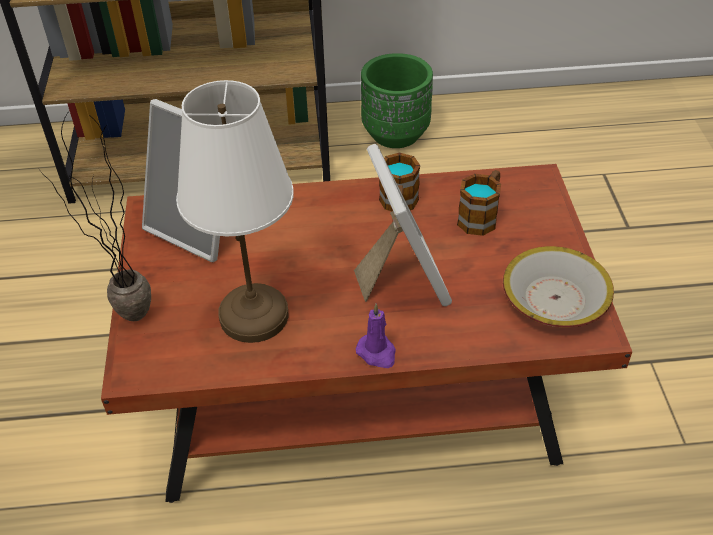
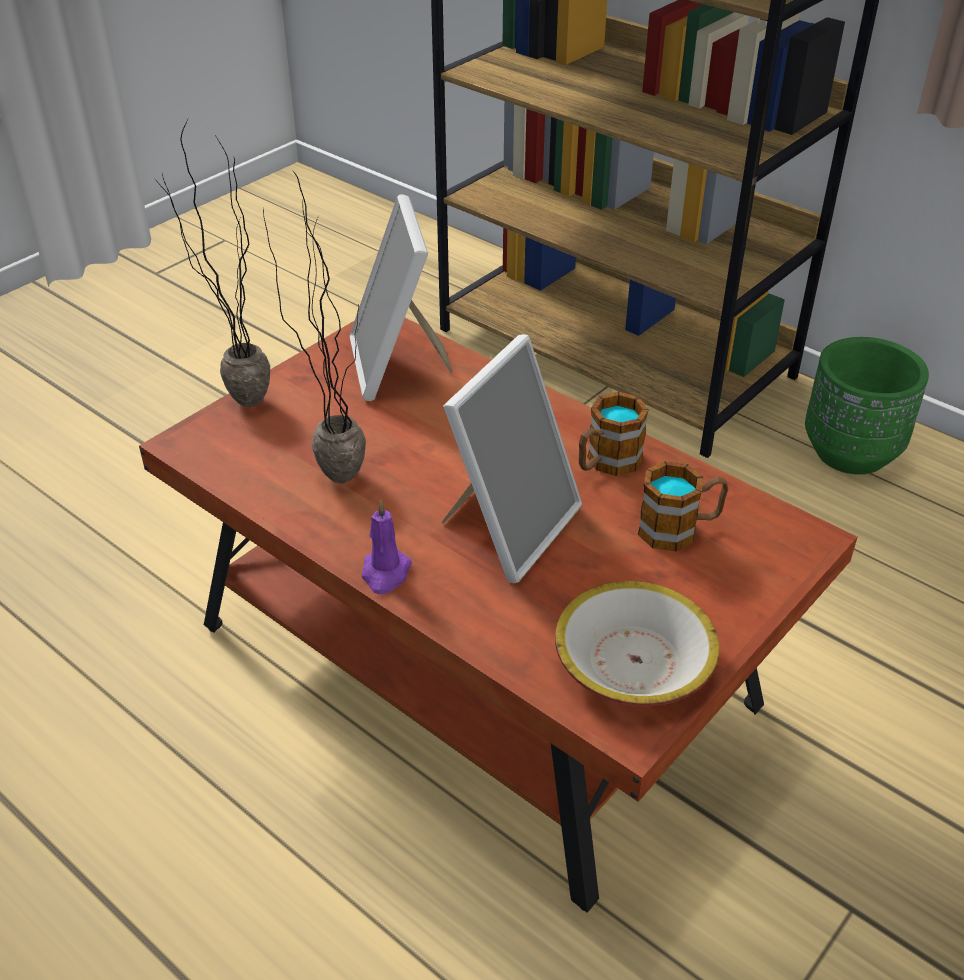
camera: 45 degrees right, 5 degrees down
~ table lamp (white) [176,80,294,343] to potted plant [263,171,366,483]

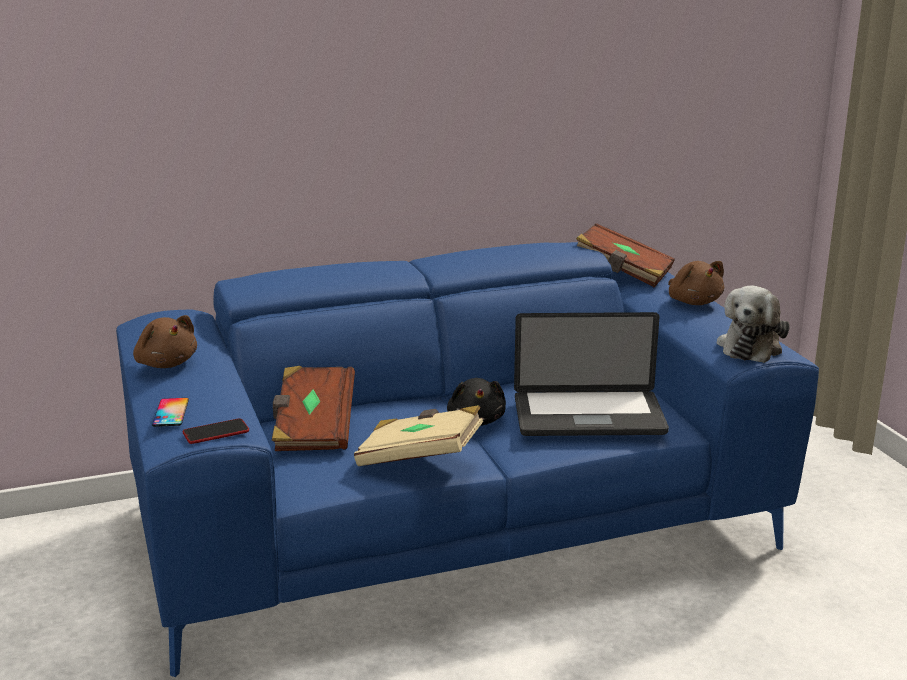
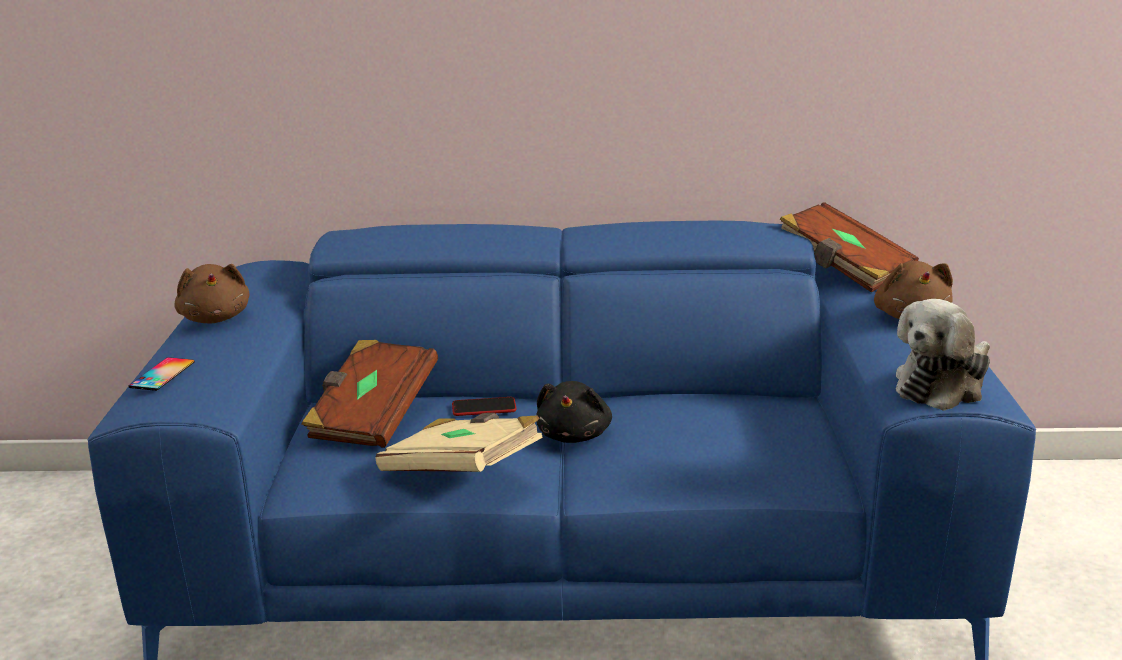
camera: 20 degrees right, 0 degrees up
- laptop [514,312,669,436]
~ phone [183,418,249,444] to [452,397,516,416]

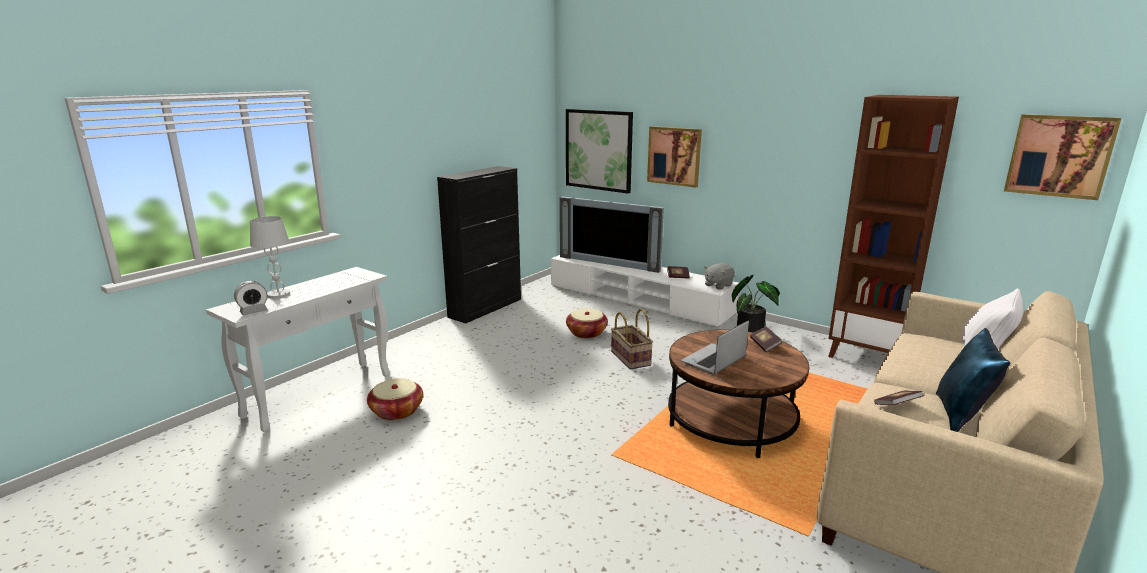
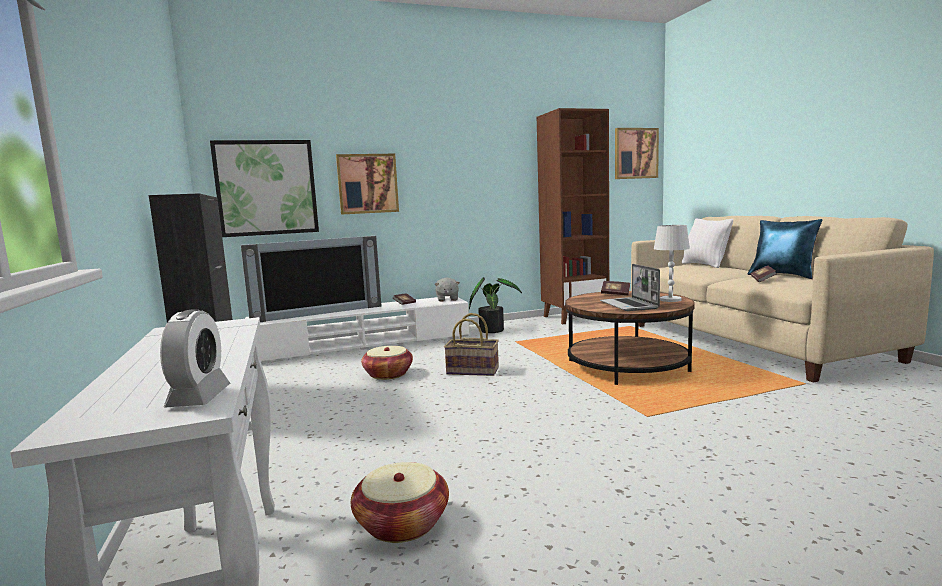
camera: 55 degrees left, 10 degrees down
~ table lamp (white) [250,216,290,299] to [654,225,690,302]

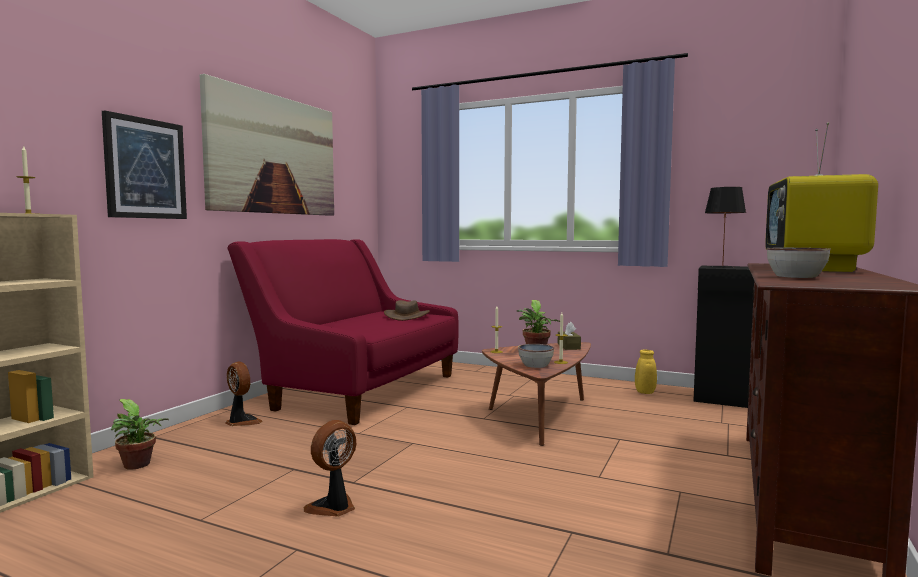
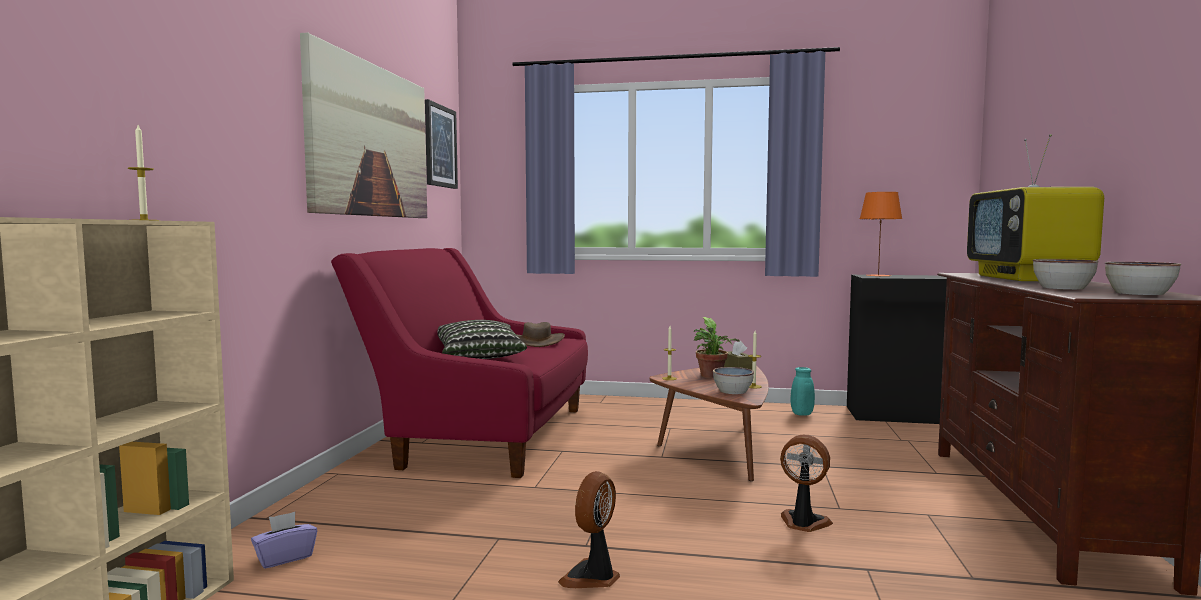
camera: 15 degrees left, 0 degrees up
+ pillow [437,320,527,359]
+ bowl [1105,262,1181,295]
~ picture [102,110,187,219] to [425,99,458,189]
~ fan [225,361,263,426] to [780,435,833,532]
~ potted plant [111,399,169,470] to tissue box (purple) [251,512,317,569]
~ vase (yellow) [635,350,657,394] to vase (turquoise) [790,367,815,416]
~ table lamp (black) [705,187,746,267] to table lamp (orange) [860,192,902,277]

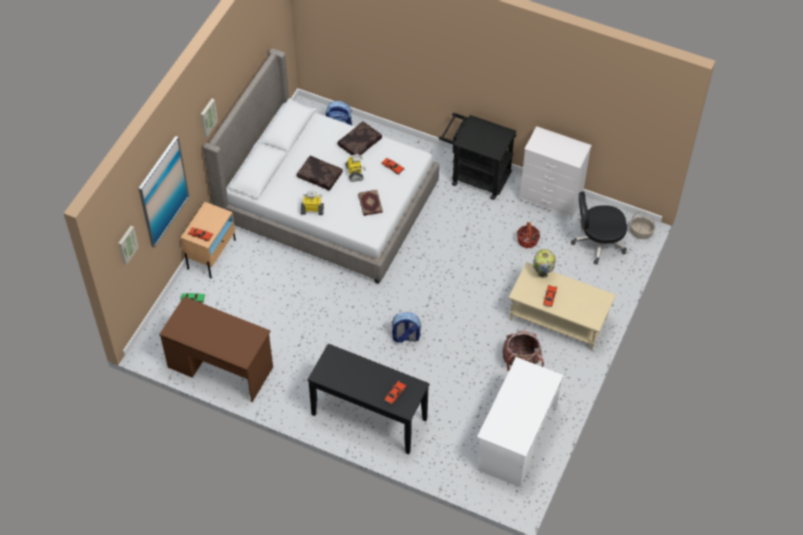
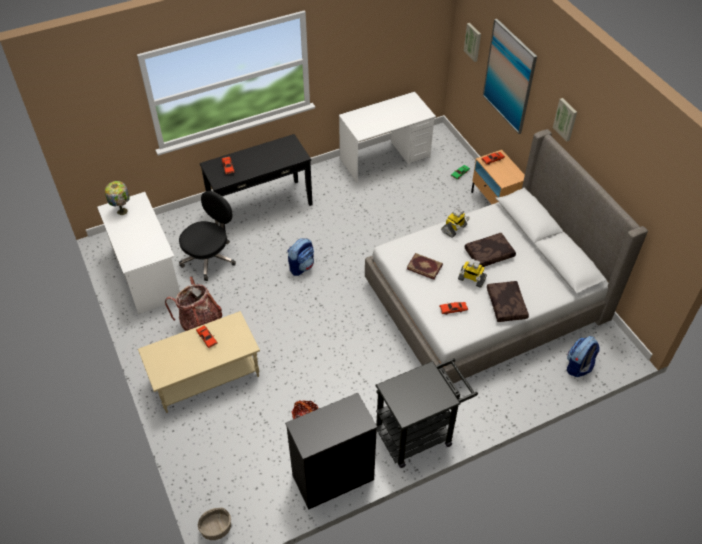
camera: 130 degrees right, 5 degrees down
~ table lamp [533,249,556,278] to [105,181,130,215]
~ office chair (black) [571,192,627,265] to [179,191,236,281]
~ desk (brown) [159,296,273,402] to desk (white) [339,92,436,182]
~ dresser (white) [519,126,592,220] to dresser (black) [285,393,377,510]

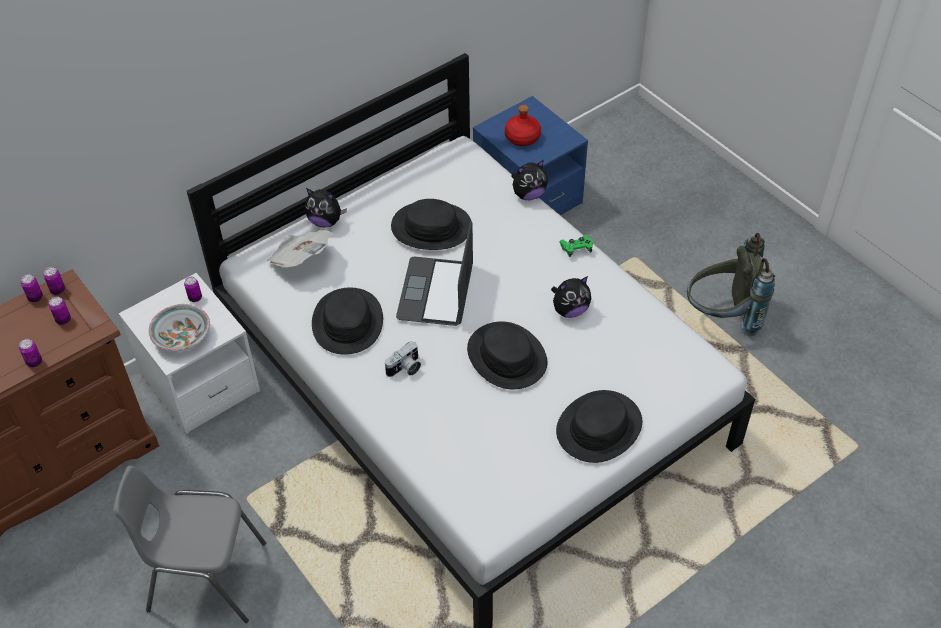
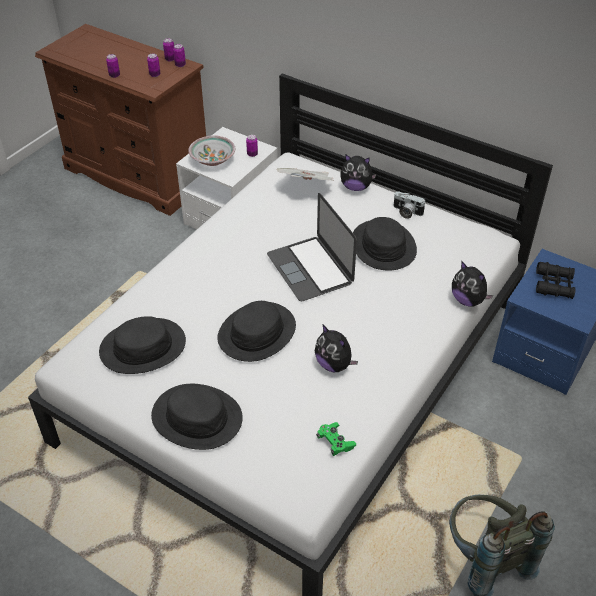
camera: 70 degrees right, 5 degrees down
- chair (grey) [113,466,266,623]
~ hat (black) [312,288,383,355] to [99,316,186,374]
~ photo camera [385,341,421,377] to [393,191,426,219]
~ game controller (green) [559,235,593,257] to [316,422,356,456]
~ bottle (red) [505,105,541,146] to binoculars (black) [536,262,576,299]
~ plush toy [305,188,347,228] = [340,154,376,191] 75 degrees counterclockwise
~ laptop [396,221,473,326] = [267,193,357,301] 105 degrees counterclockwise

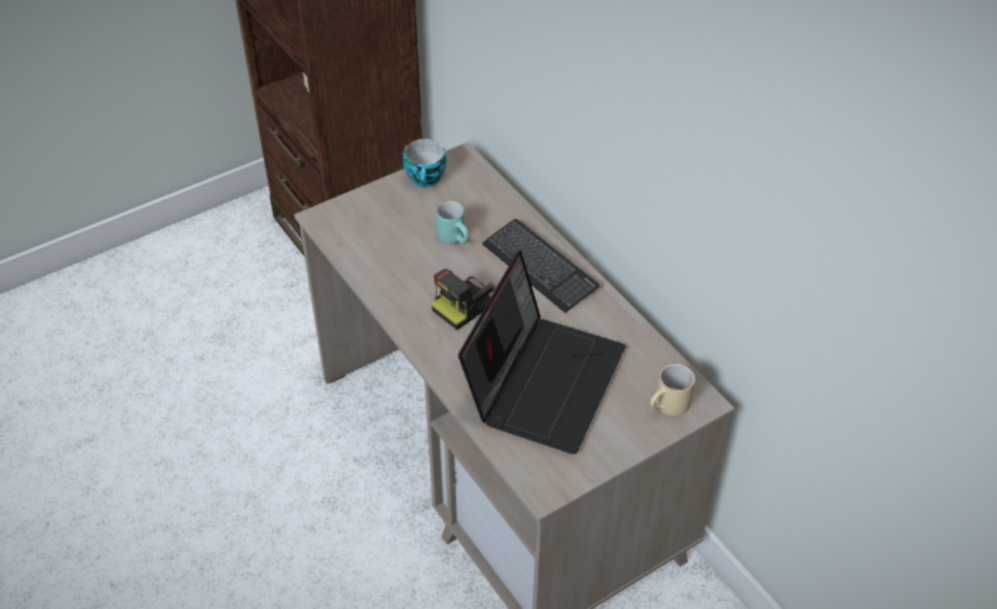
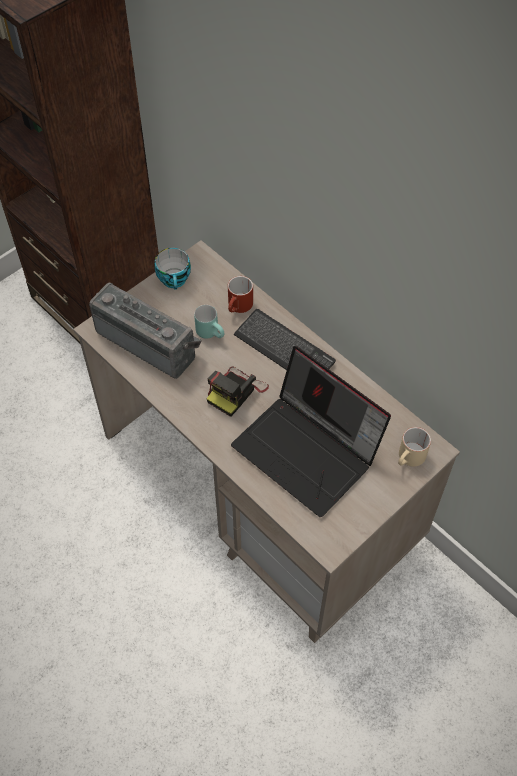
camera: 10 degrees left, 10 degrees up
+ radio [89,283,202,379]
+ mug (red) [228,276,253,313]
~ laptop [458,250,626,454] = [231,346,391,517] 120 degrees clockwise

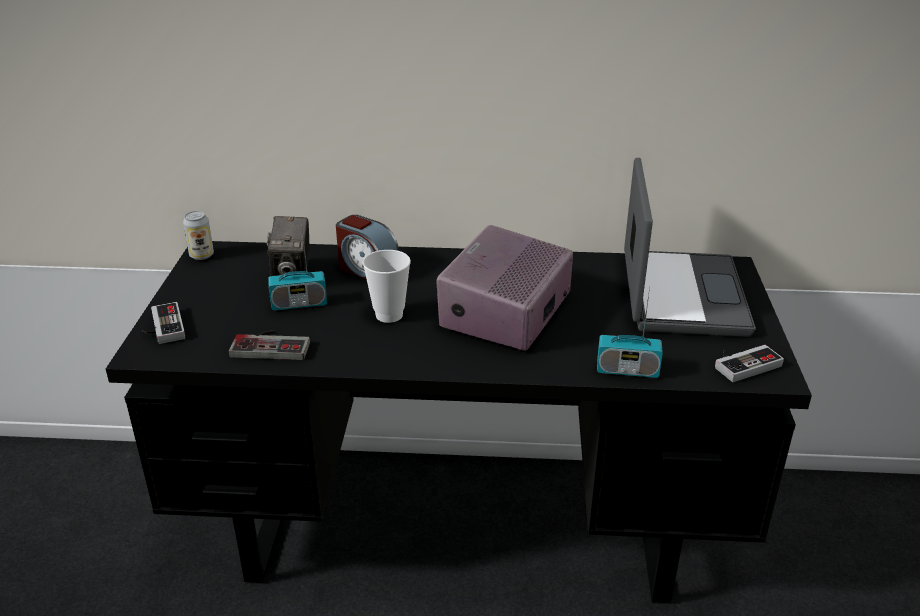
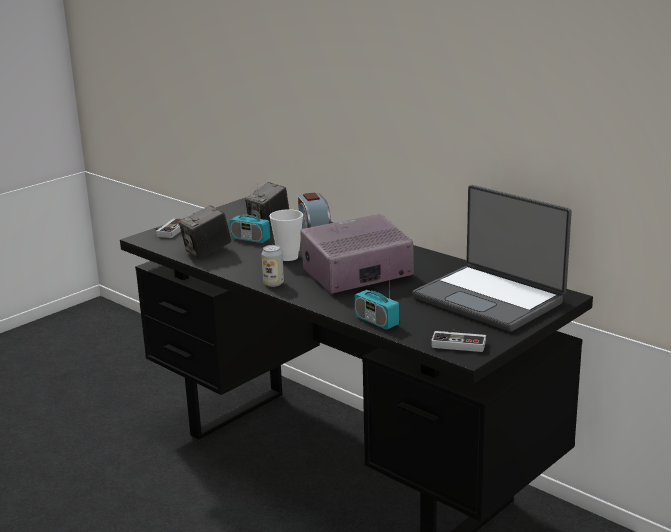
camera: 40 degrees right, 10 degrees down
~ can [183,211,214,260] to [261,245,284,287]
~ game controller [229,330,310,360] to photo camera [179,205,231,259]
~ laptop [624,158,756,337] = [412,185,572,332] 90 degrees clockwise

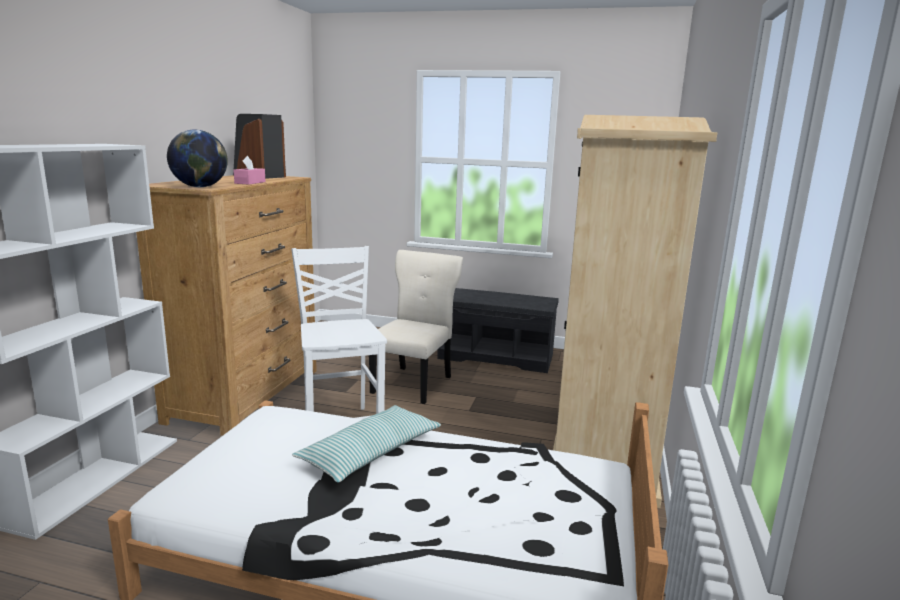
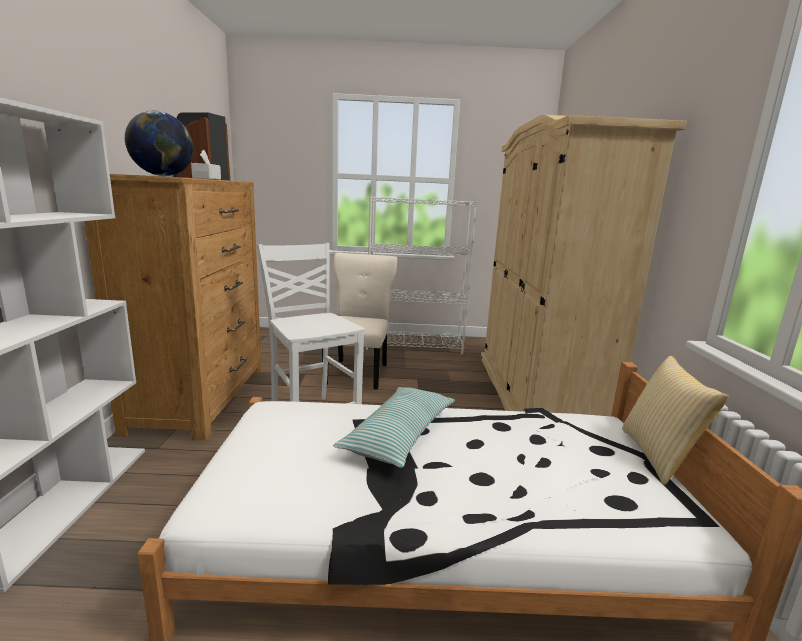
camera: 15 degrees left, 0 degrees up
+ pillow [622,356,729,485]
~ bench (grey) [437,288,559,373] to bookcase (white) [366,196,477,354]
~ tissue box (pink) [233,156,266,185] to tissue box (white) [191,150,221,180]

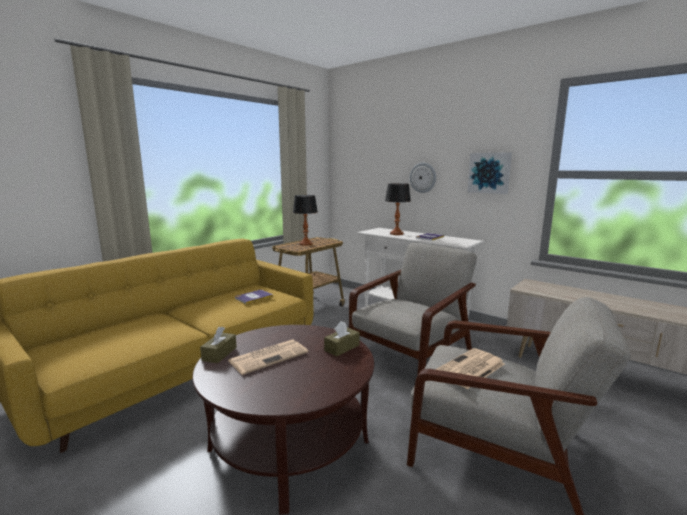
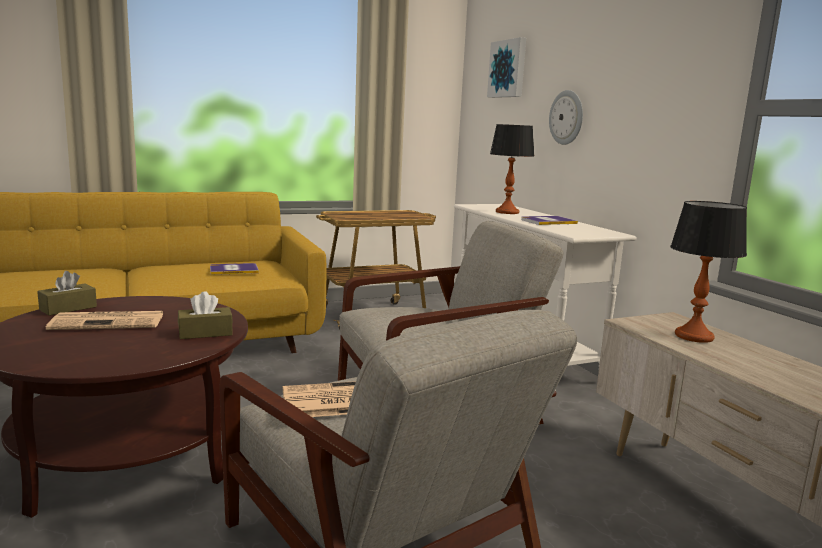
camera: 25 degrees right, 0 degrees up
~ table lamp [293,195,318,246] to [670,201,747,343]
~ picture [467,152,512,194] to [487,37,526,98]

